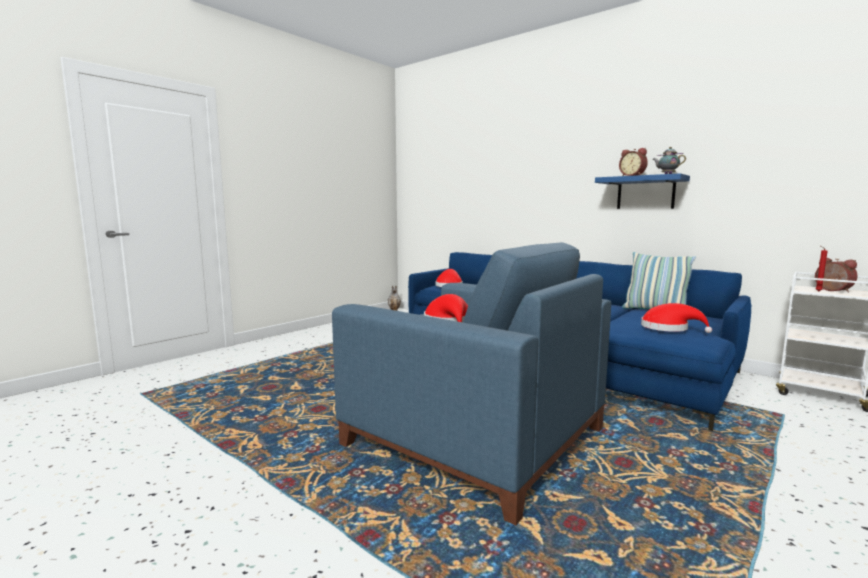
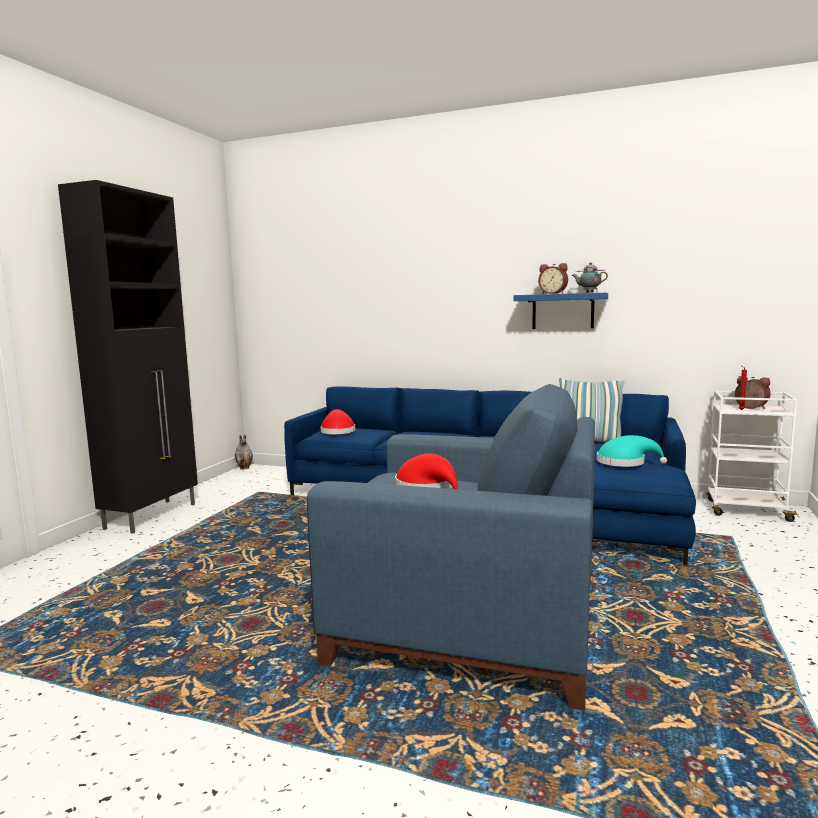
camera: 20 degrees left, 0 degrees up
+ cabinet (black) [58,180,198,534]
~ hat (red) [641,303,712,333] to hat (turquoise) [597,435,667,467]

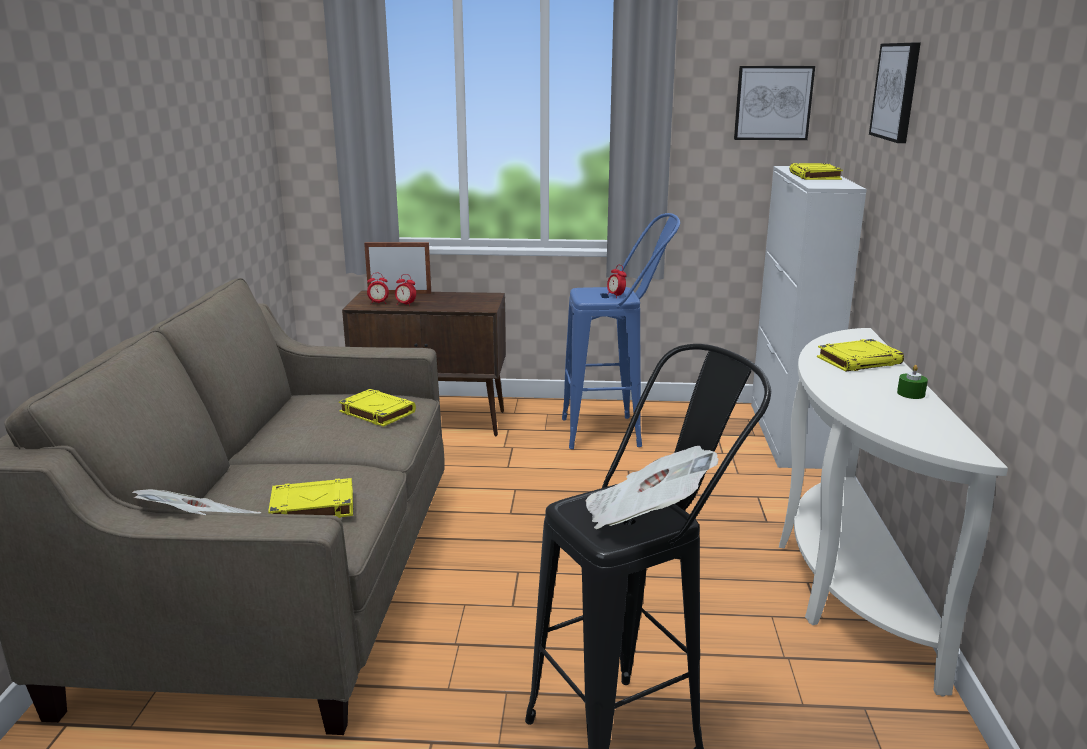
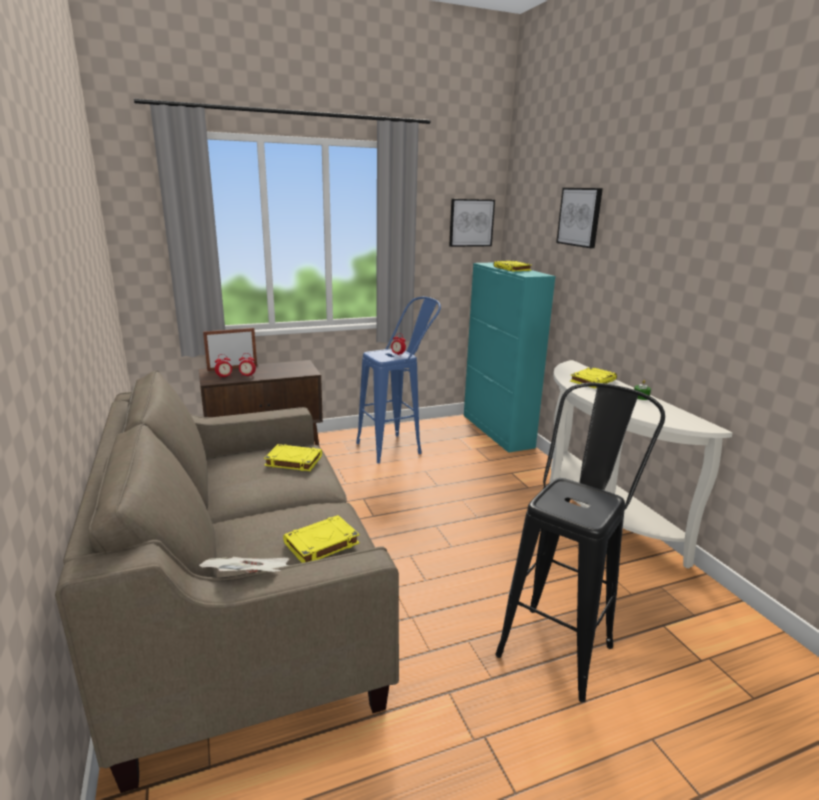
camera: 25 degrees left, 0 degrees up
- newspaper [585,446,718,529]
~ cabinet (white) [751,166,867,469] to cabinet (turquoise) [464,262,556,453]

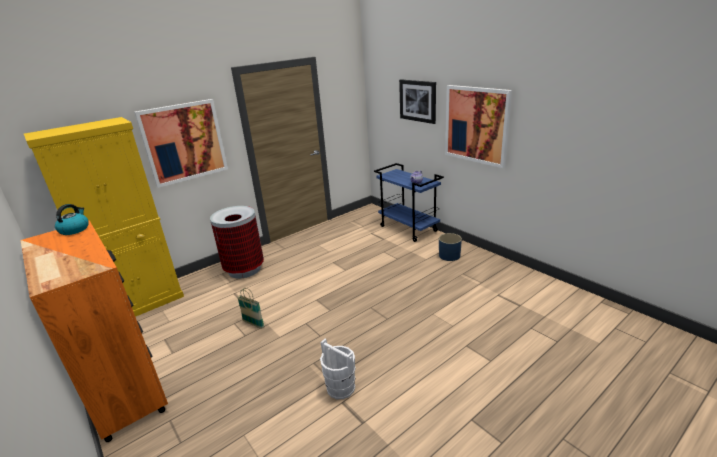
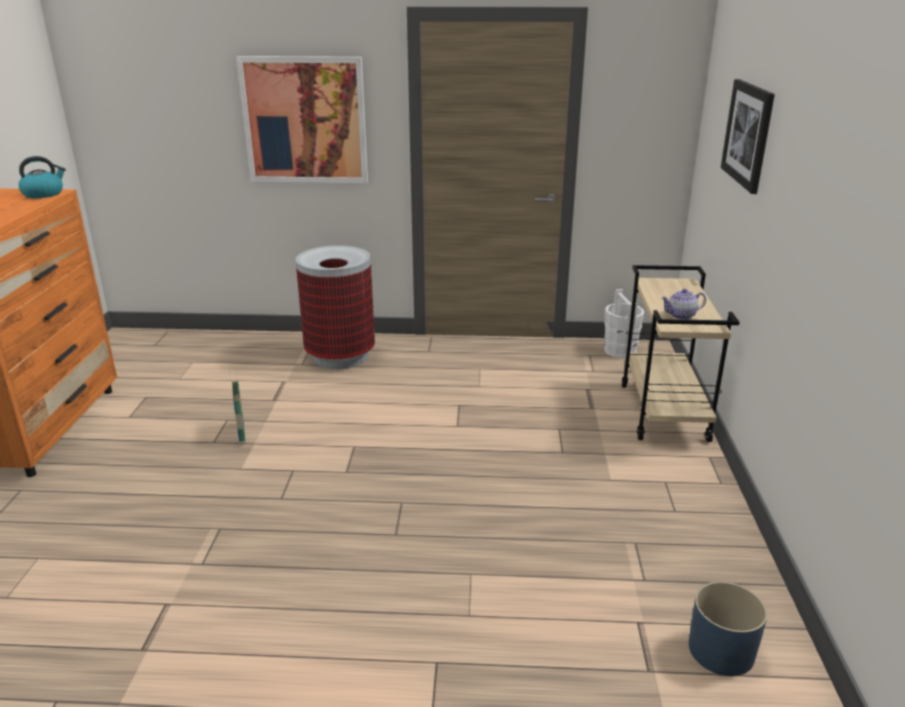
camera: 40 degrees right, 0 degrees up
- cabinet (yellow) [24,117,184,317]
- picture [445,85,512,168]
~ bucket (white) [320,339,355,399] to [604,289,644,358]
~ planter (blue) [439,233,462,261] to [689,582,767,676]
~ cart (blue) [374,163,444,242] to cart (beige) [622,265,740,442]

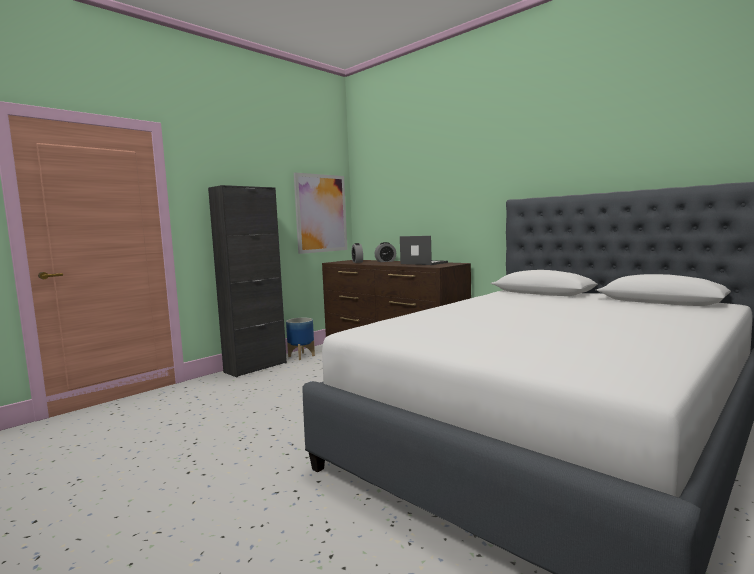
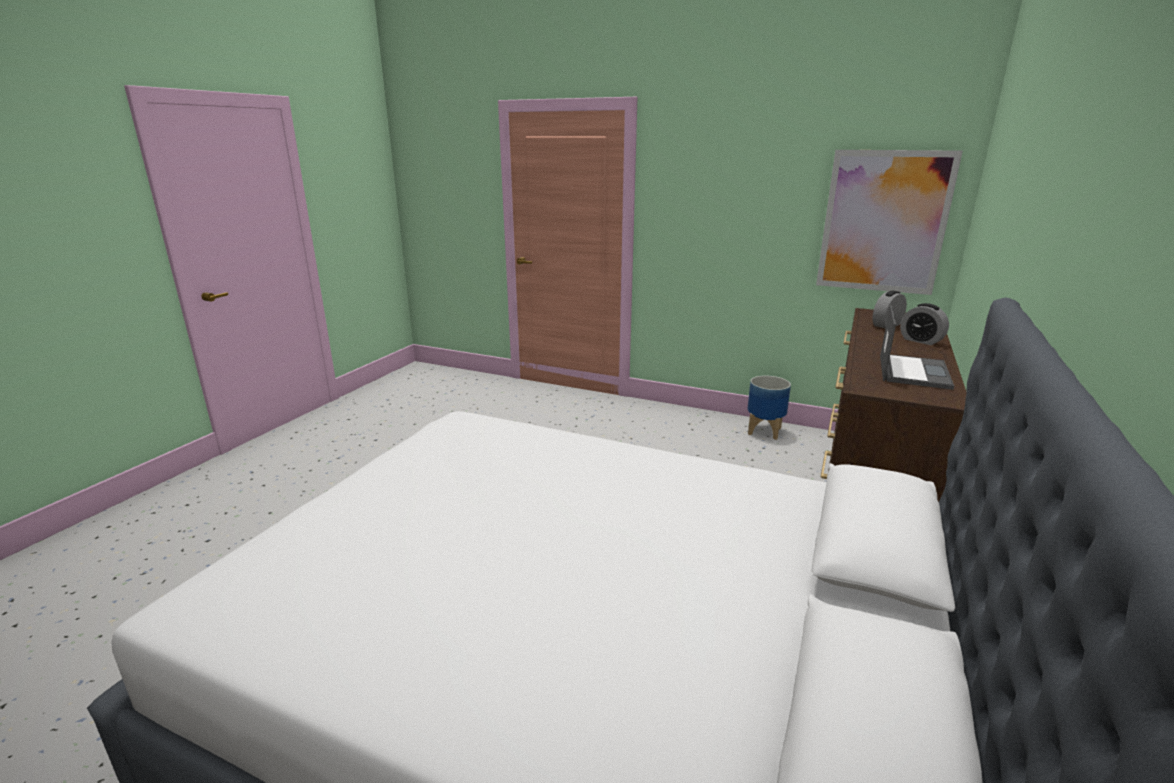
camera: 70 degrees right, 15 degrees up
- cabinet (black) [208,185,287,377]

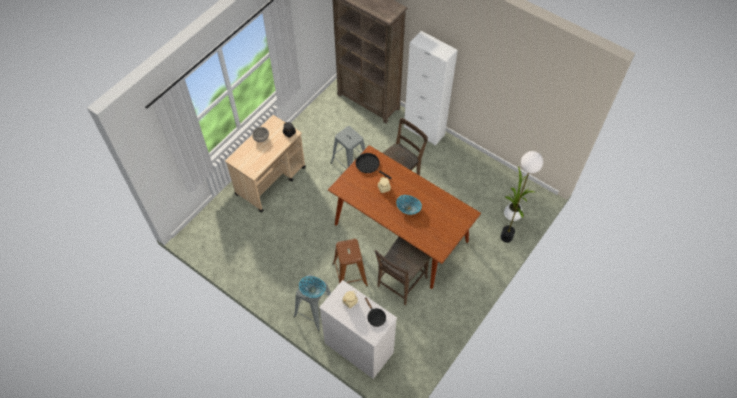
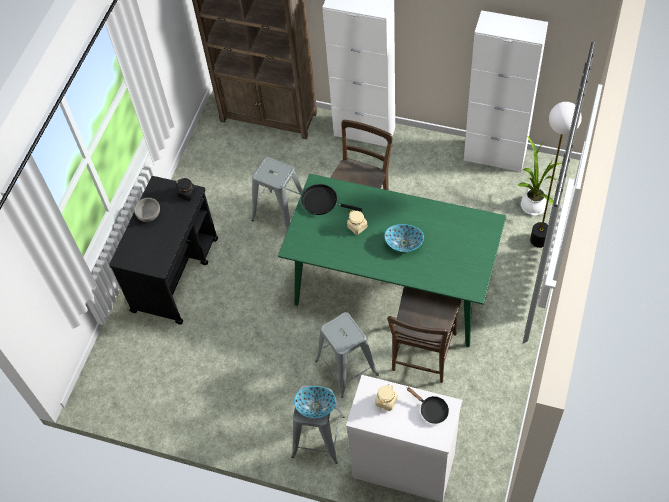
camera: 15 degrees left, 0 degrees up
+ cabinet (white) [464,10,548,172]
~ cart (beige) [225,115,306,212] to cart (black) [109,176,218,325]
~ dining table (brown) [328,145,481,289] to dining table (green) [278,174,506,347]
~ stool (brown) [333,239,368,286] to stool (grey) [315,312,379,398]

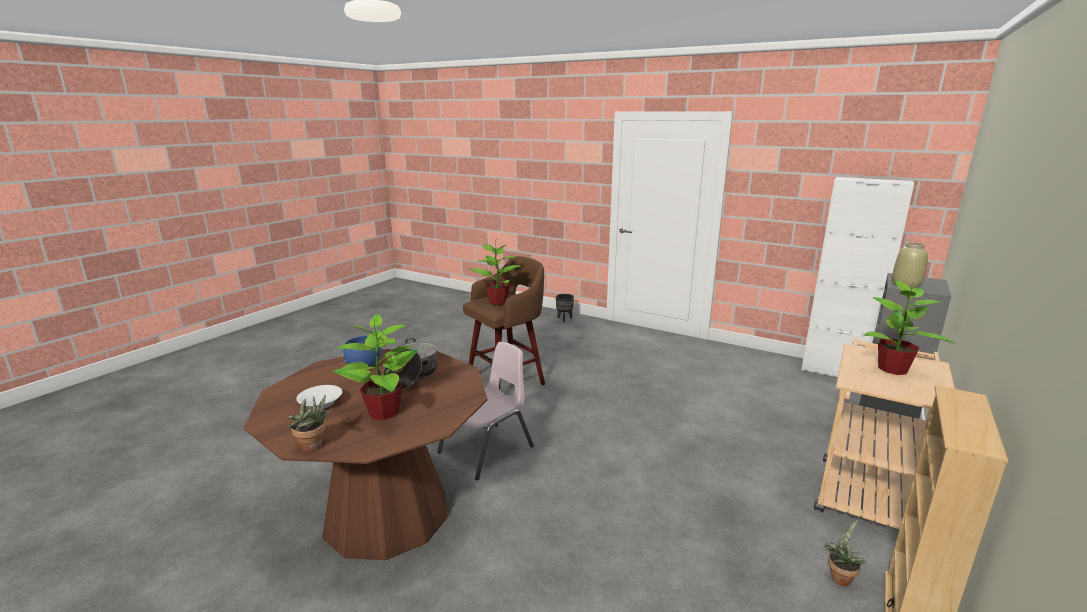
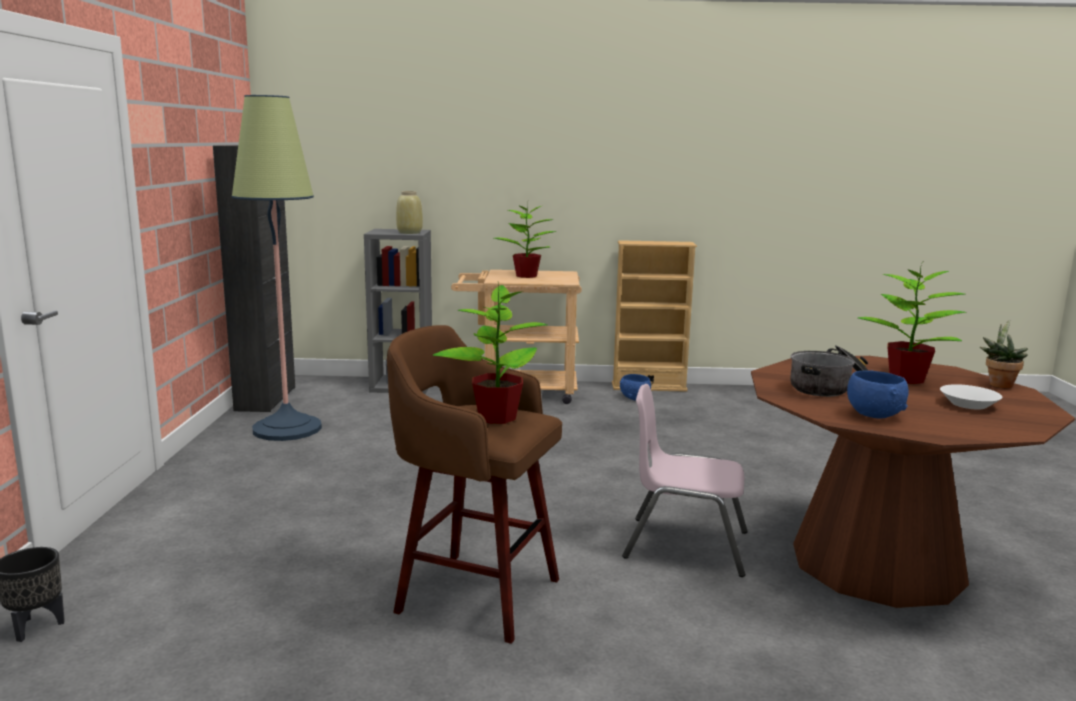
camera: 120 degrees left, 5 degrees down
+ floor lamp [232,95,322,441]
~ potted plant [824,520,865,586] to bowl (blue) [620,374,651,401]
~ cabinet (white) [801,177,914,377] to cabinet (black) [213,145,295,412]

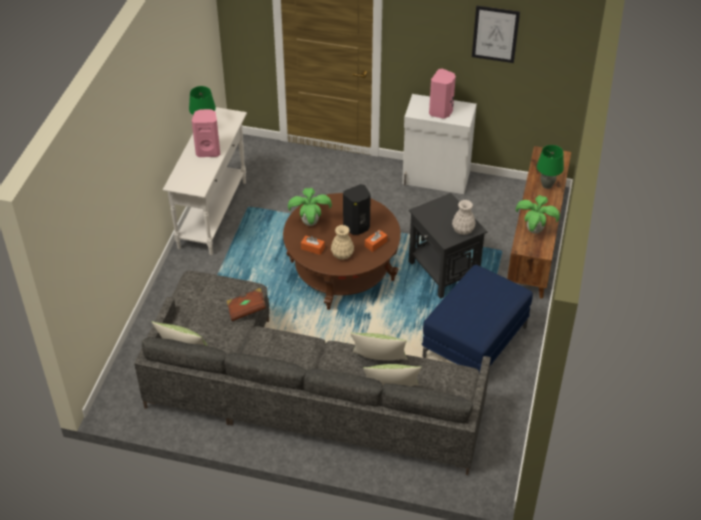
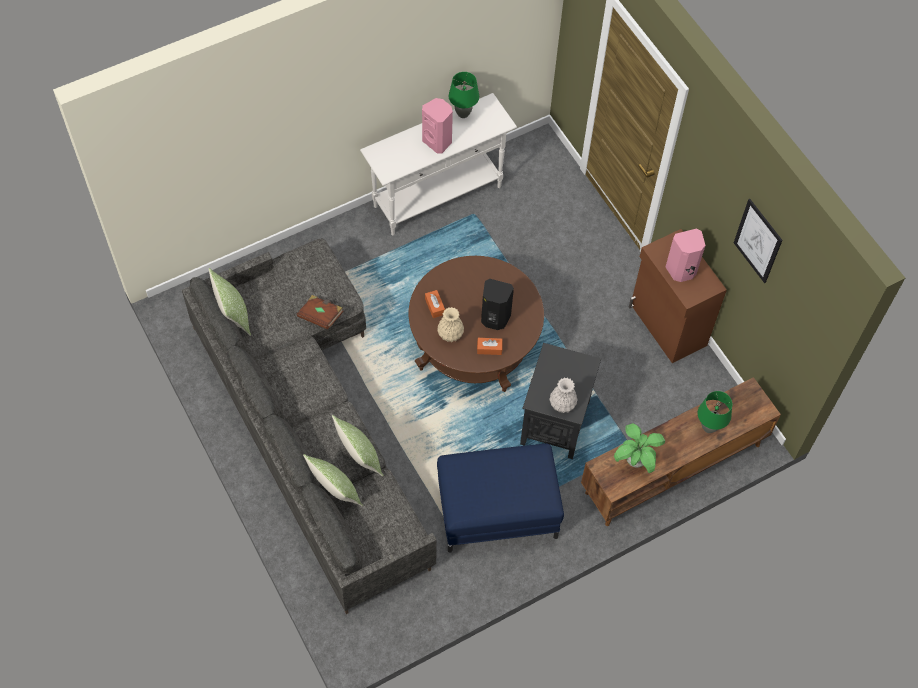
camera: 45 degrees right, 15 degrees up
- potted plant [288,188,332,226]
~ cabinet (white) [402,94,477,194] to cabinet (brown) [629,229,727,363]

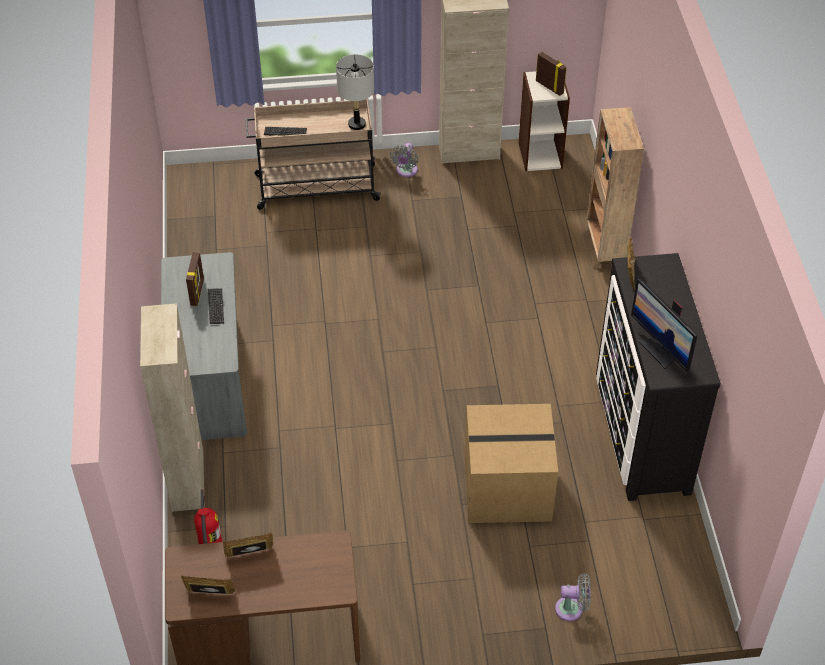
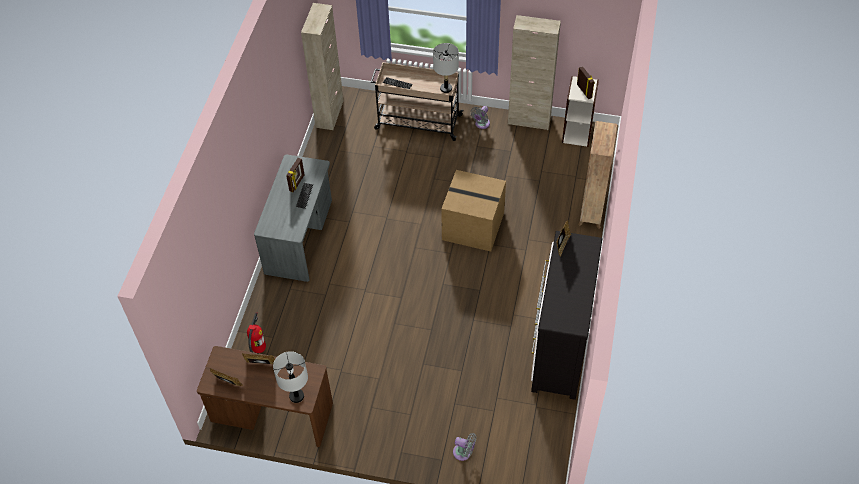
camera: 20 degrees right, 5 degrees up
- monitor [631,279,698,372]
+ table lamp (grey) [273,351,308,403]
~ cabinet (beige) [140,303,205,512] to [301,3,344,130]
~ cardboard box [464,404,558,523] to [441,170,506,252]

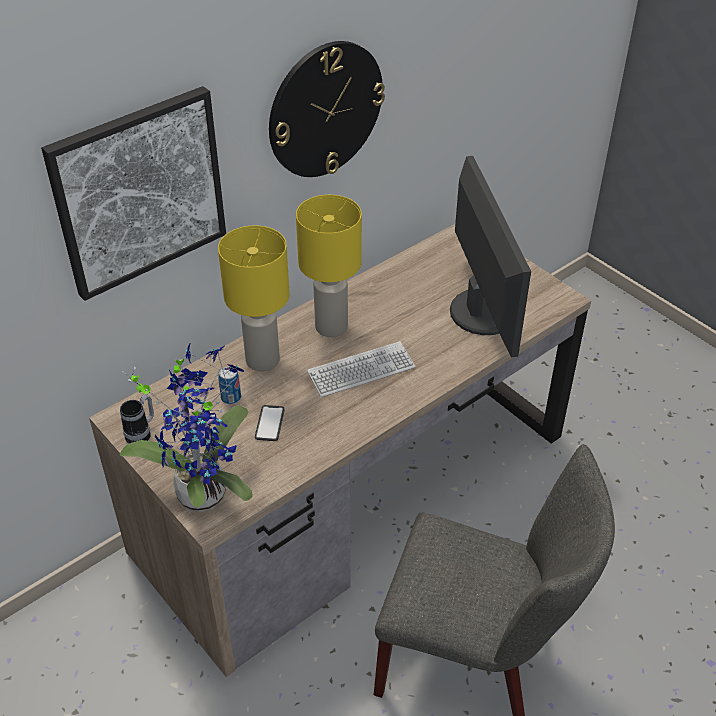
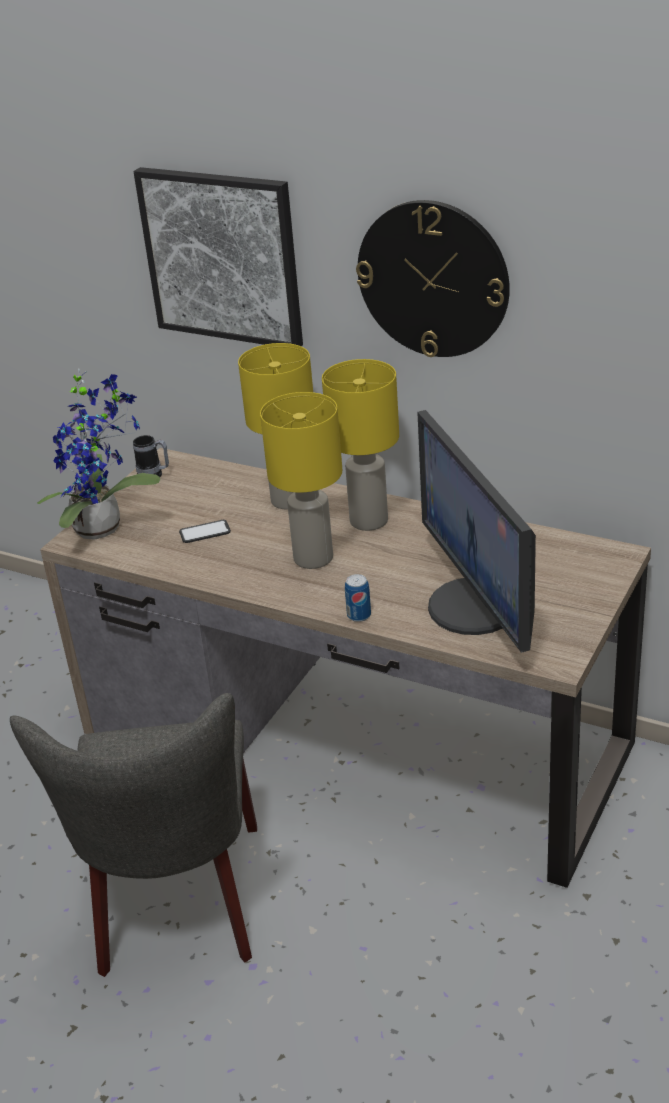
camera: 70 degrees right, 10 degrees down
~ can [218,367,241,404] to [345,574,371,622]
~ keyboard [307,341,415,397] to table lamp (yellow) [260,392,342,569]
~ monitor [450,156,531,357] = [417,410,536,653] 105 degrees clockwise

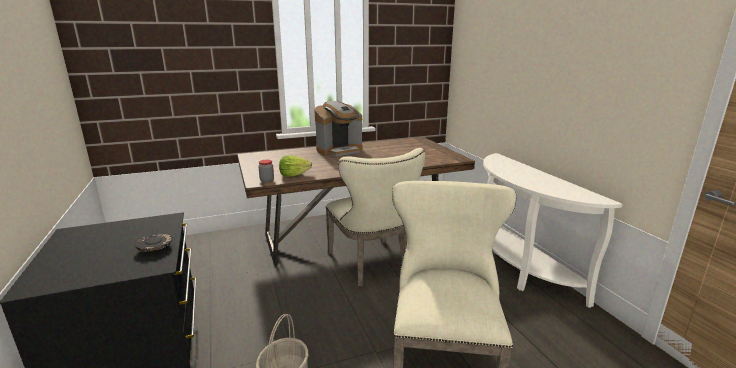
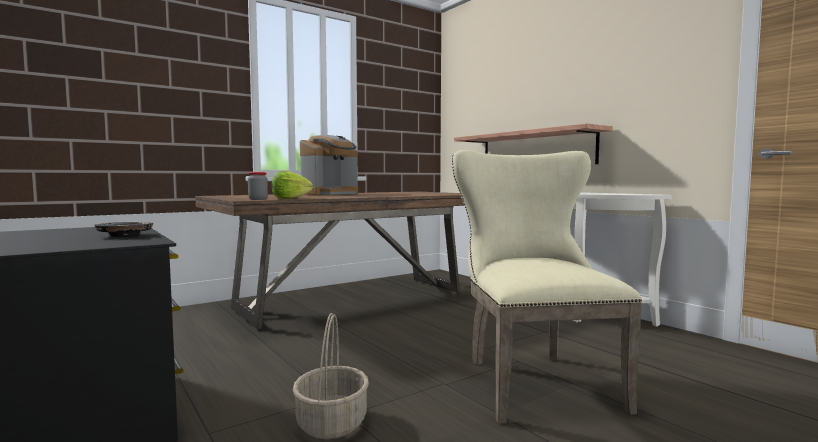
camera: 15 degrees left, 15 degrees down
- chair (beige) [326,148,425,286]
+ shelf [454,123,612,164]

